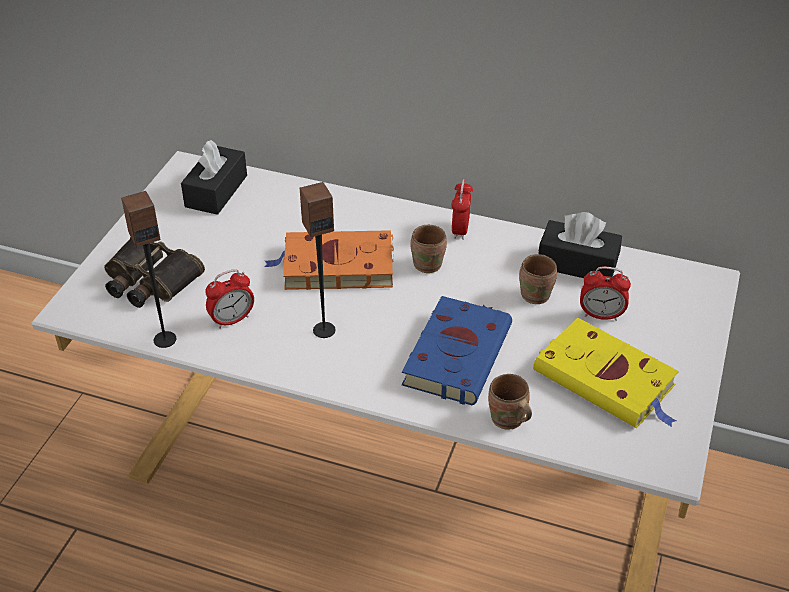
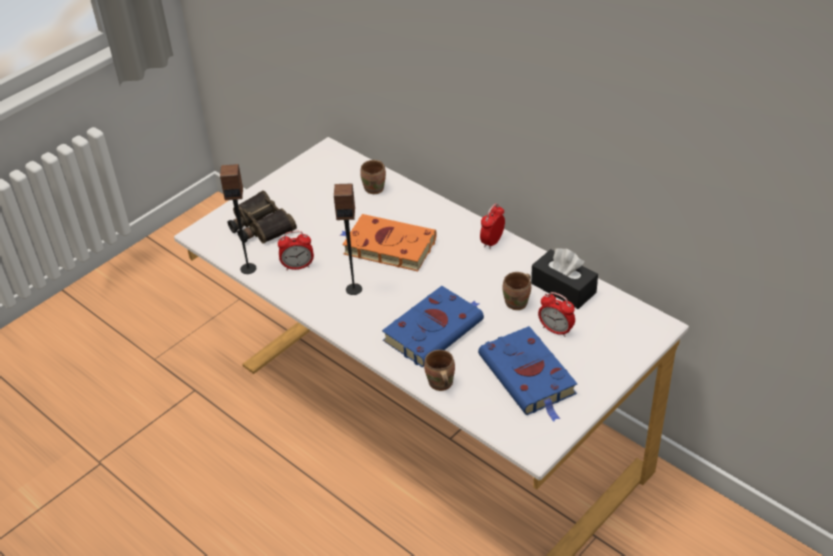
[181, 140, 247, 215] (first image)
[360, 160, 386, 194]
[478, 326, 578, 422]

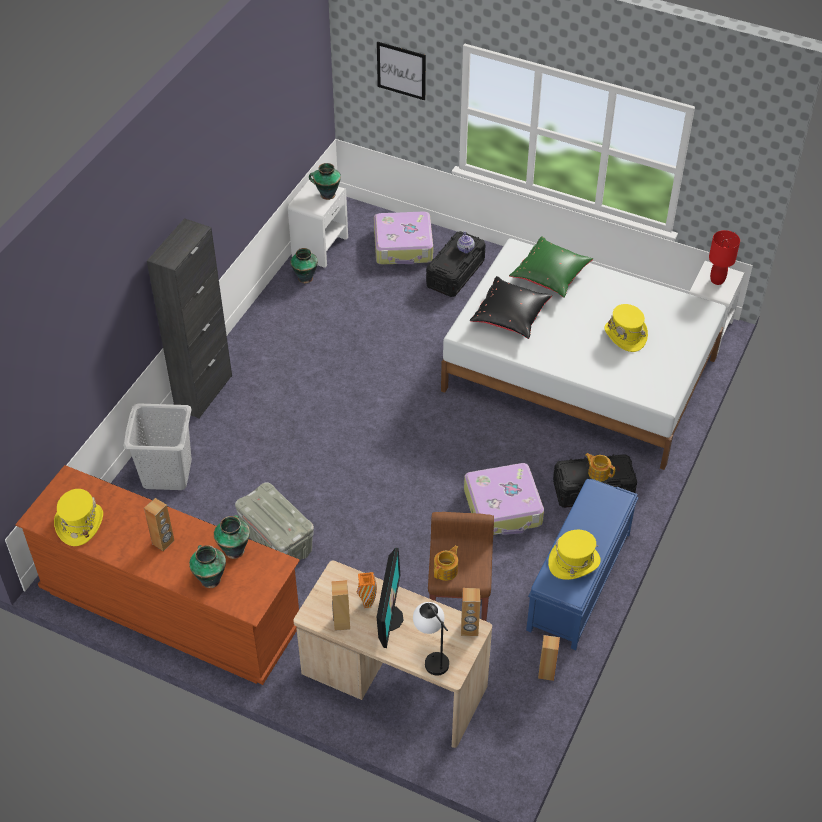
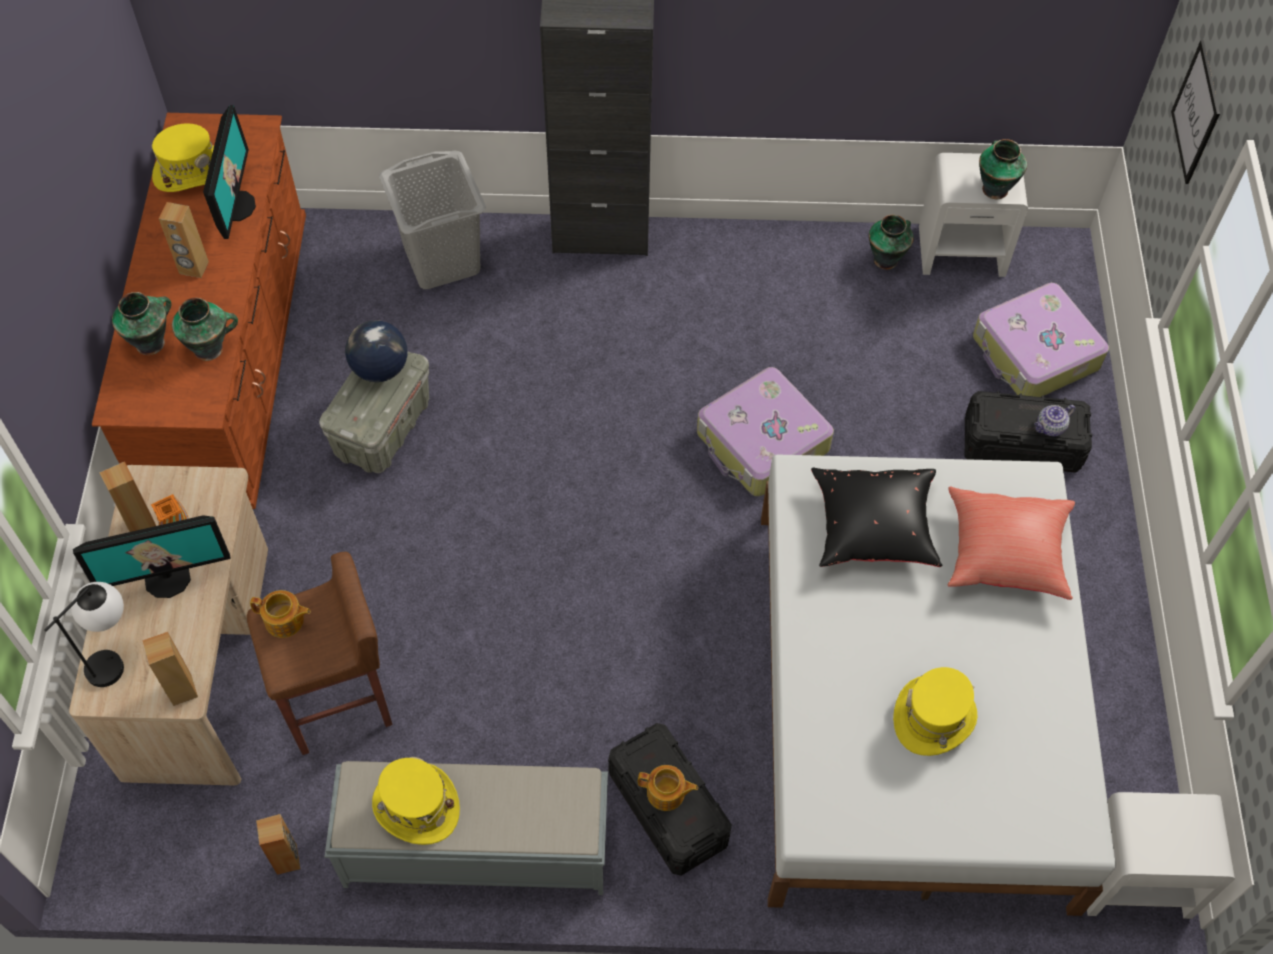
[709, 230, 740, 285] (first image)
[203, 105, 256, 239]
[345, 320, 407, 382]
[697, 367, 834, 497]
[948, 487, 1075, 600]
[324, 761, 608, 895]
[638, 765, 698, 811]

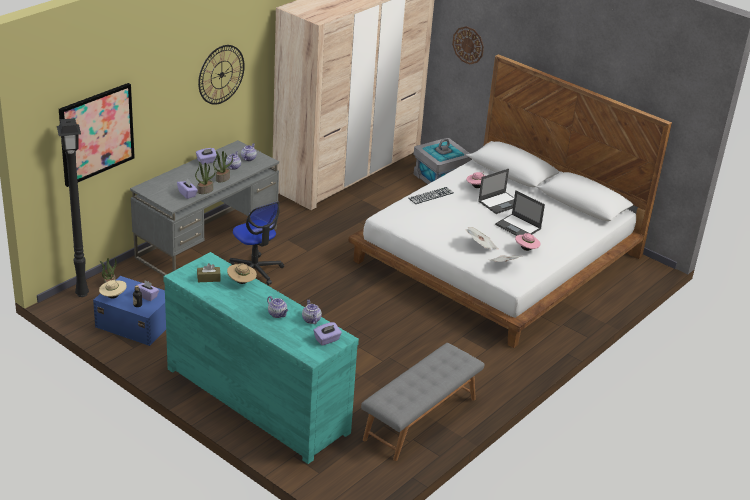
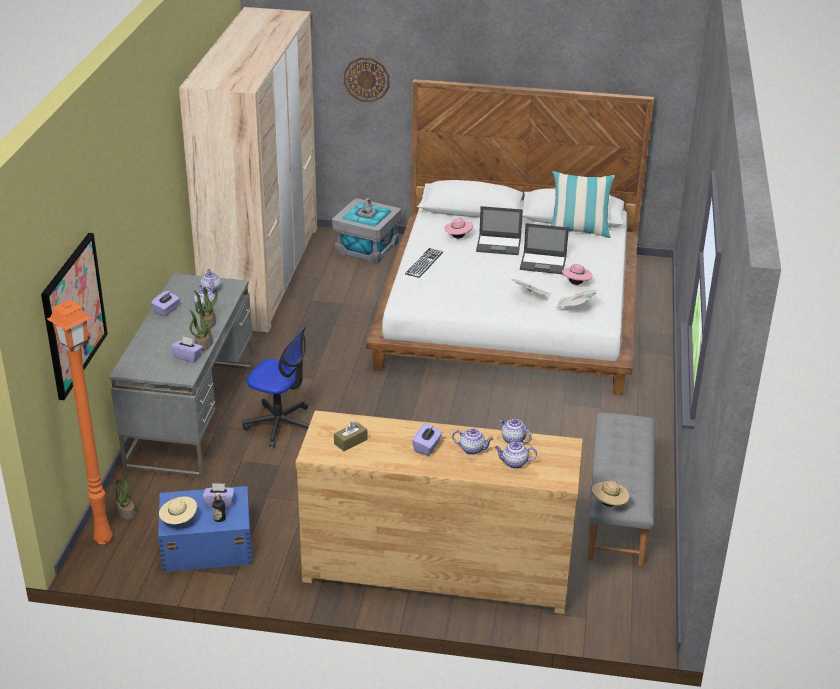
[198, 45, 245, 105] (first image)
[495, 442, 537, 469]
[551, 171, 615, 238]
[592, 481, 630, 507]
[412, 423, 442, 456]
[47, 299, 113, 544]
[295, 410, 583, 614]
[476, 206, 523, 255]

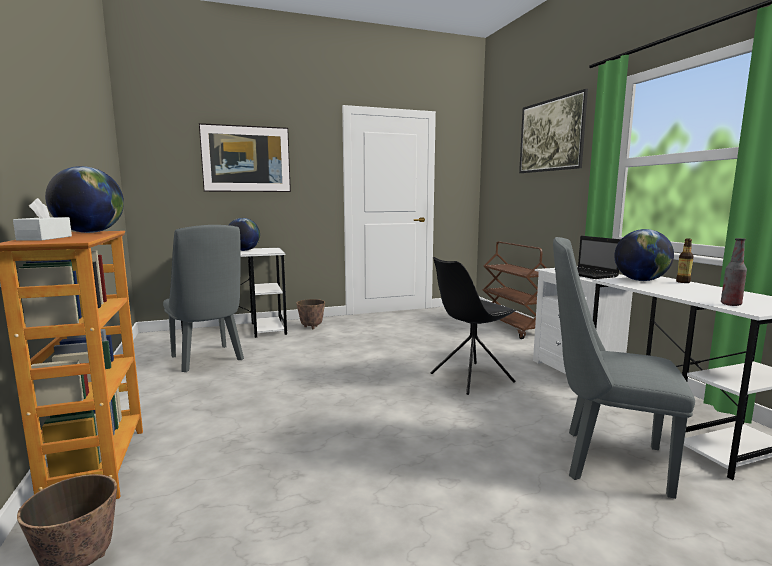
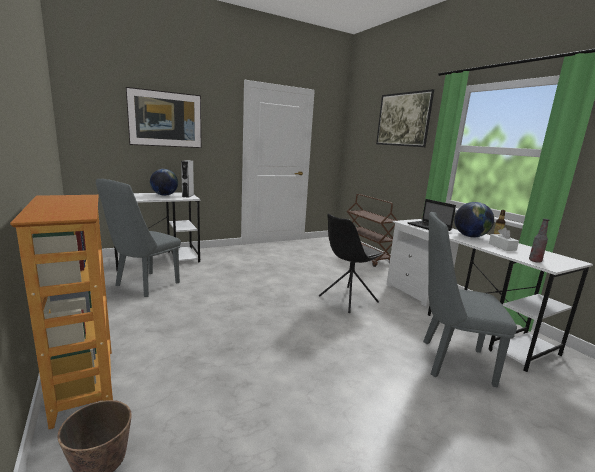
[45, 166, 124, 233] (first image)
[296, 299, 325, 329] (first image)
[181, 160, 194, 198]
[489, 228, 519, 251]
[96, 179, 181, 297]

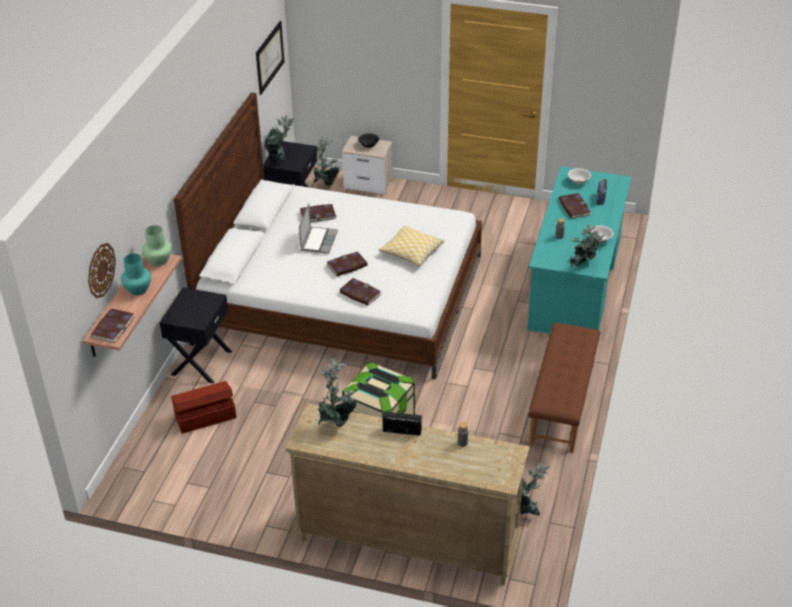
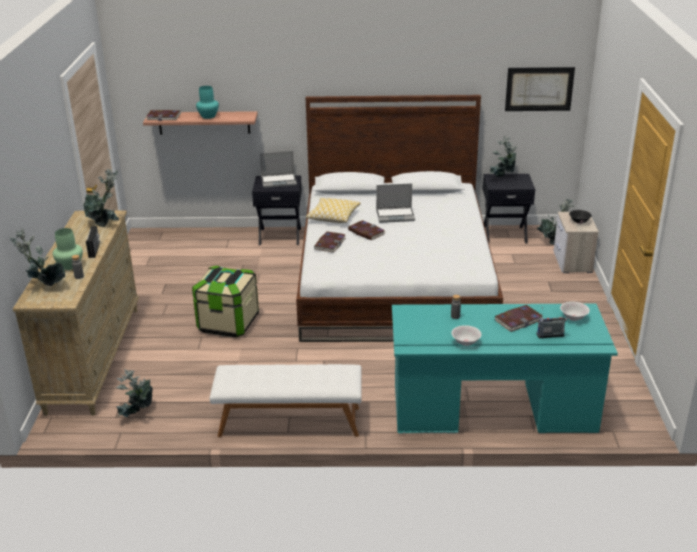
[88, 243, 116, 298] (first image)
[171, 381, 236, 434] (first image)
[300, 204, 337, 222] (first image)
[260, 151, 297, 188]
[53, 228, 83, 270]
[306, 198, 361, 223]
[10, 228, 65, 286]
[210, 364, 362, 437]

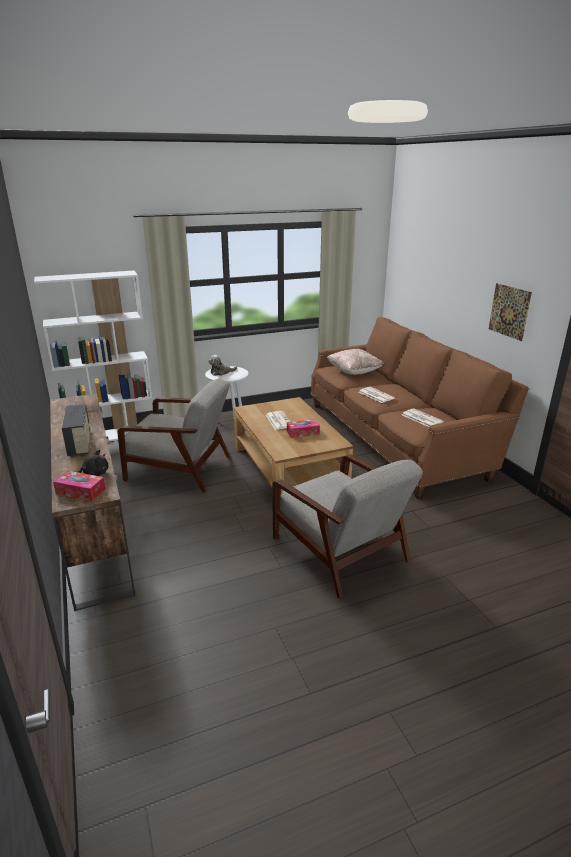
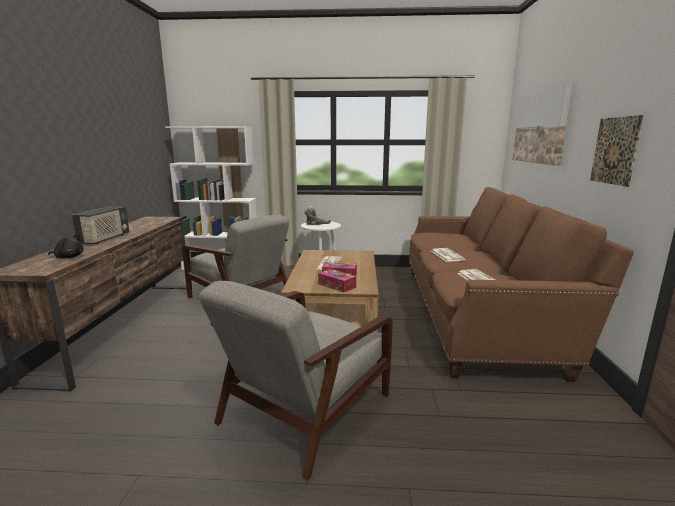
[327, 349, 384, 375] (first image)
[512, 84, 572, 166]
[318, 269, 356, 293]
[199, 281, 393, 481]

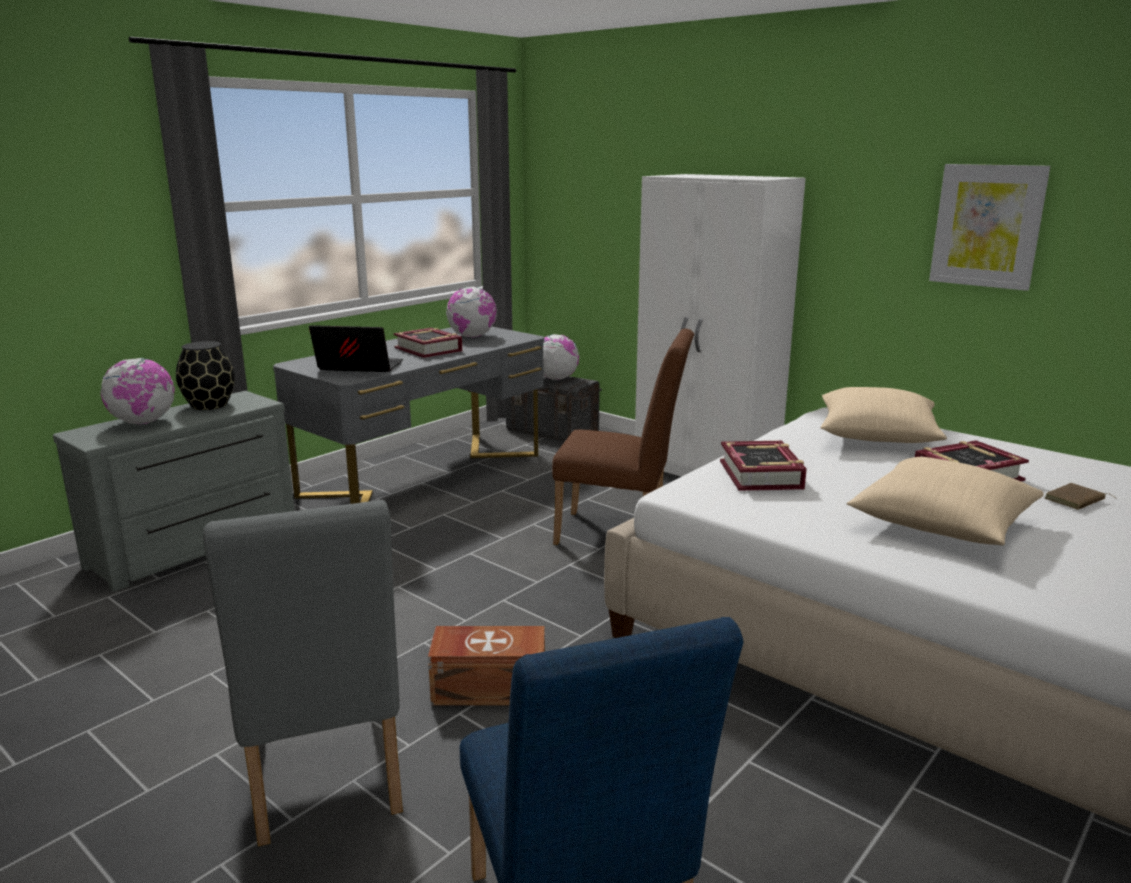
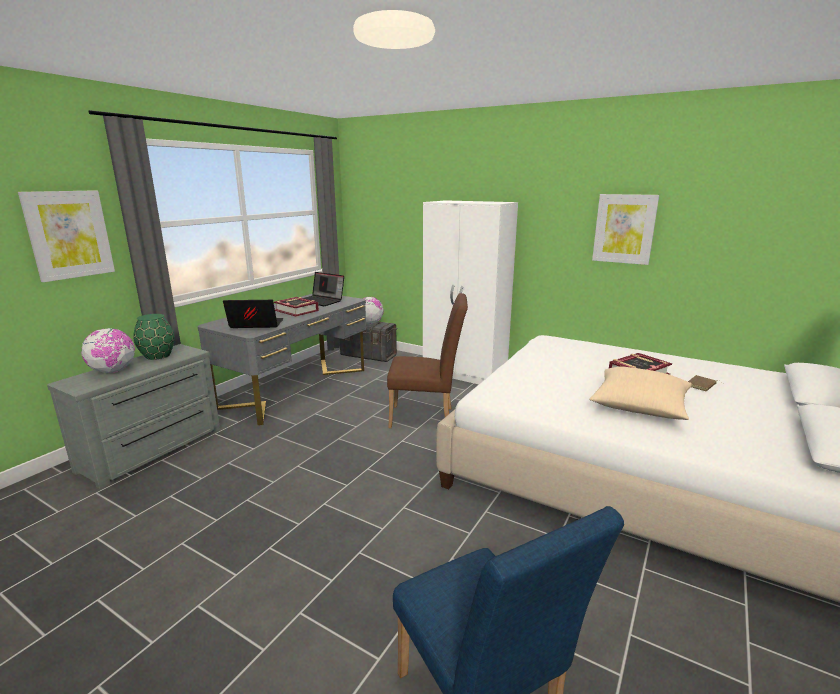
[203, 500, 403, 846] (first image)
[428, 626, 545, 705] (first image)
[720, 441, 807, 491] (first image)
[821, 387, 947, 443] (first image)
[18, 190, 115, 282]
[304, 272, 344, 306]
[133, 314, 175, 360]

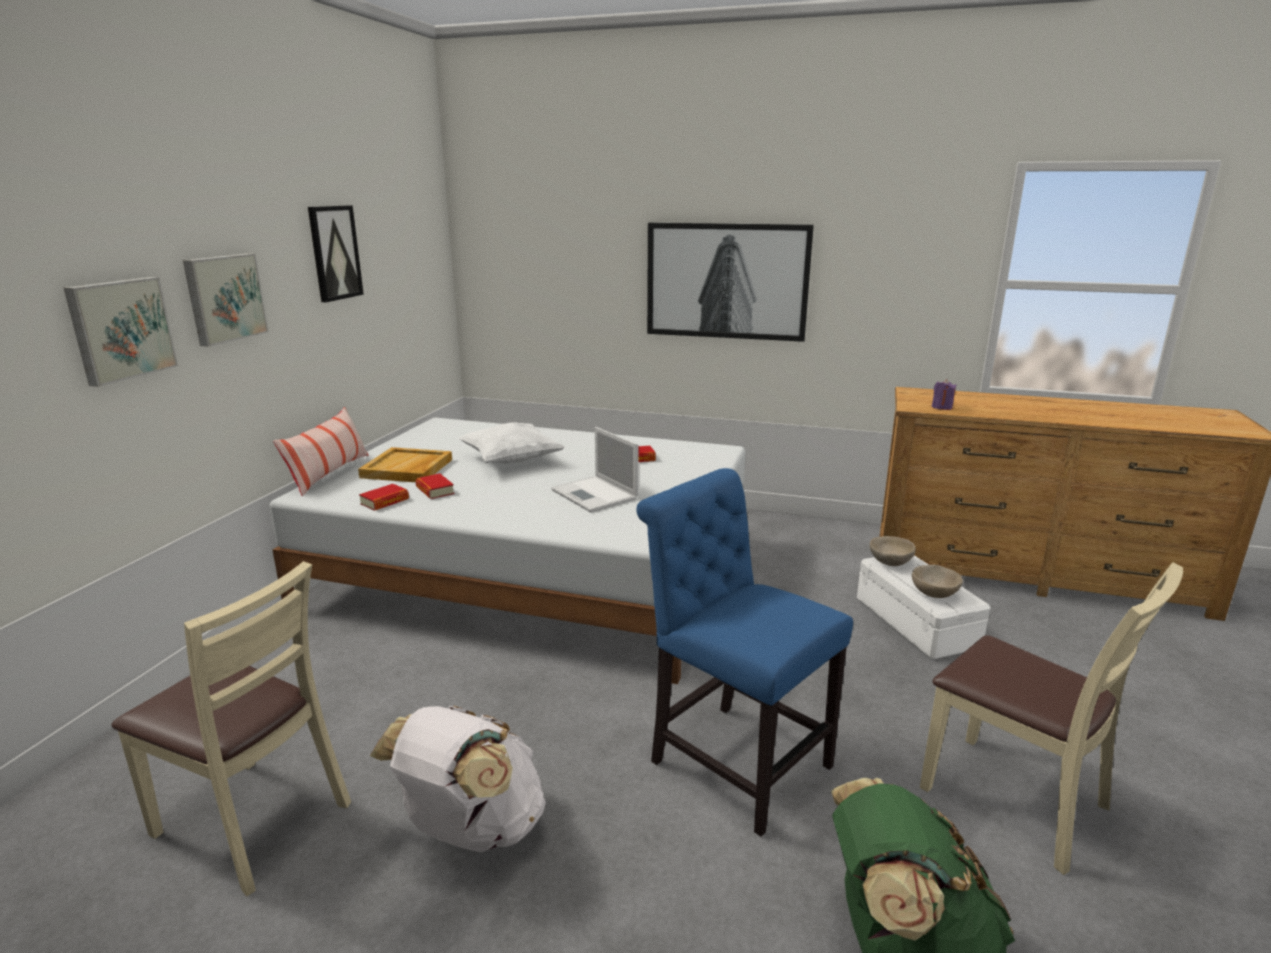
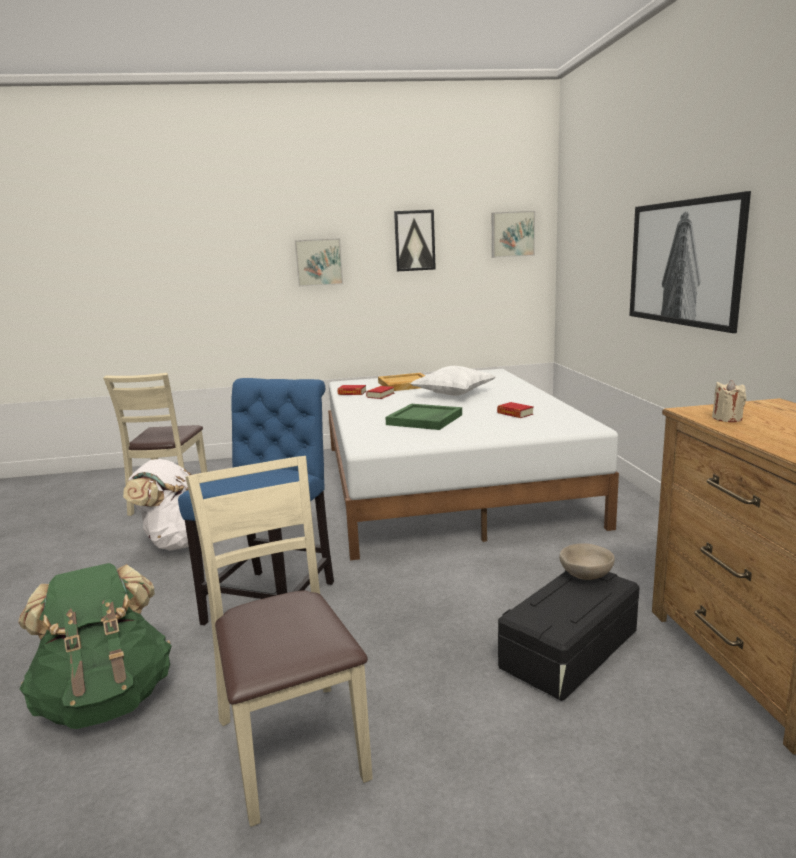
[273, 407, 368, 496] (first image)
[912, 565, 963, 598] (first image)
[492, 211, 535, 258]
[385, 404, 462, 430]
[498, 570, 640, 701]
[712, 380, 746, 422]
[185, 456, 373, 827]

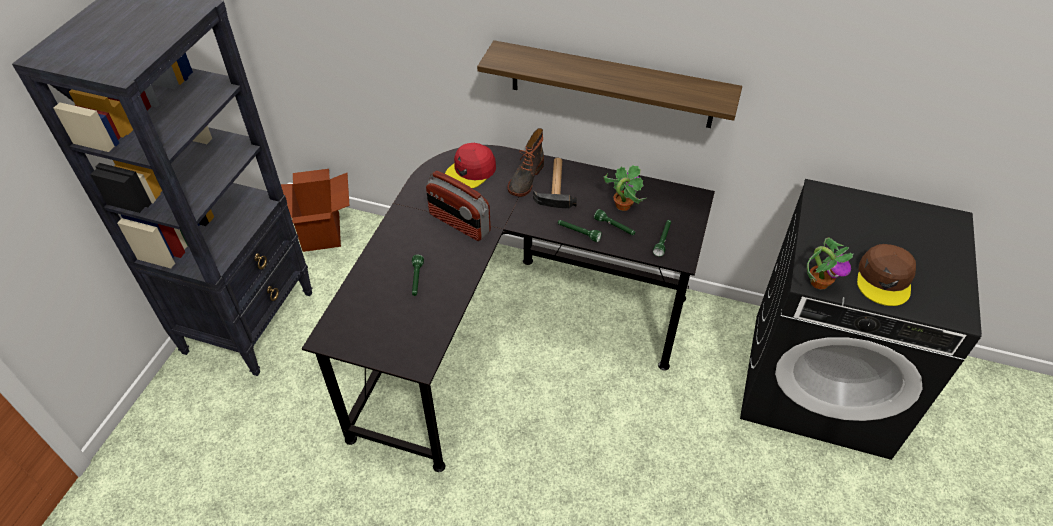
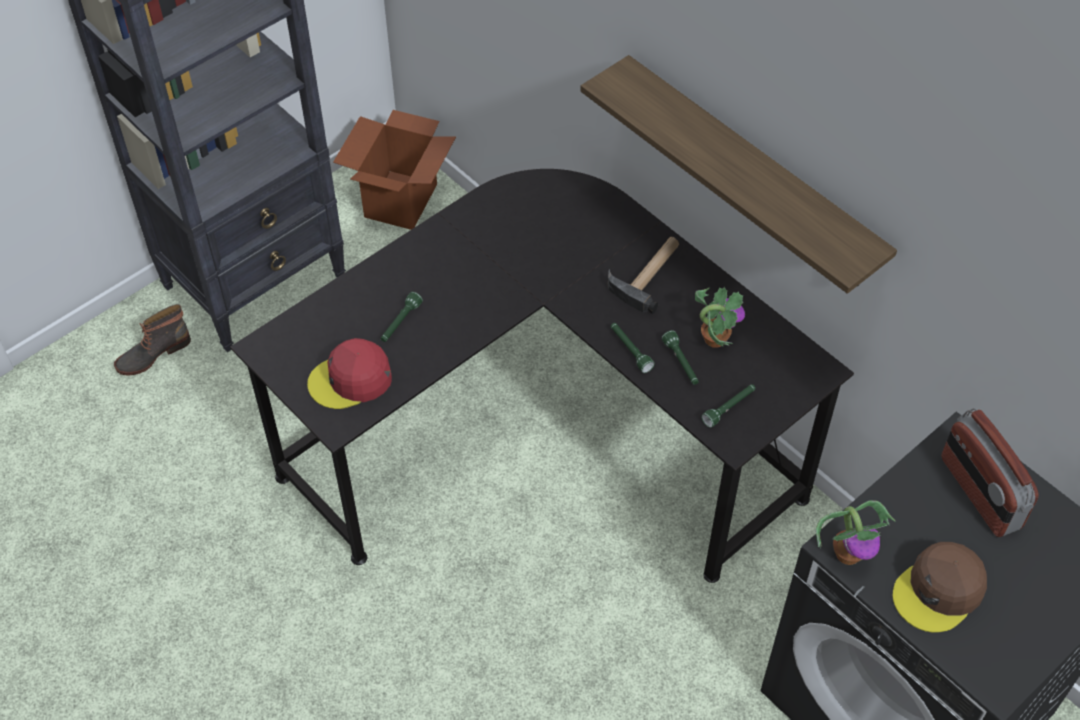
[941, 409, 1039, 537]
[307, 338, 392, 409]
[114, 304, 191, 375]

